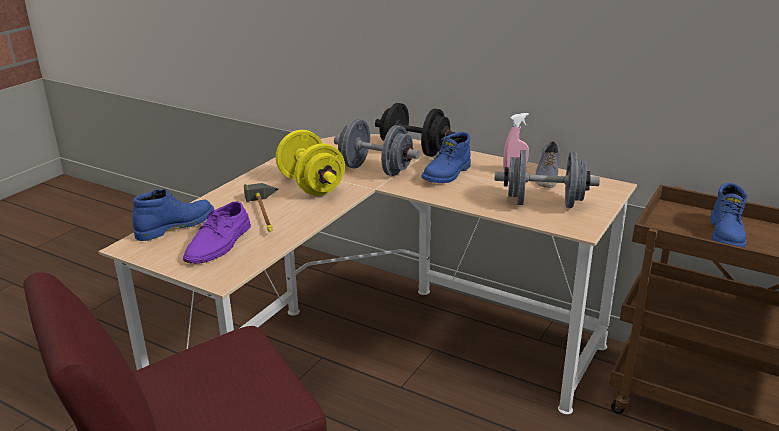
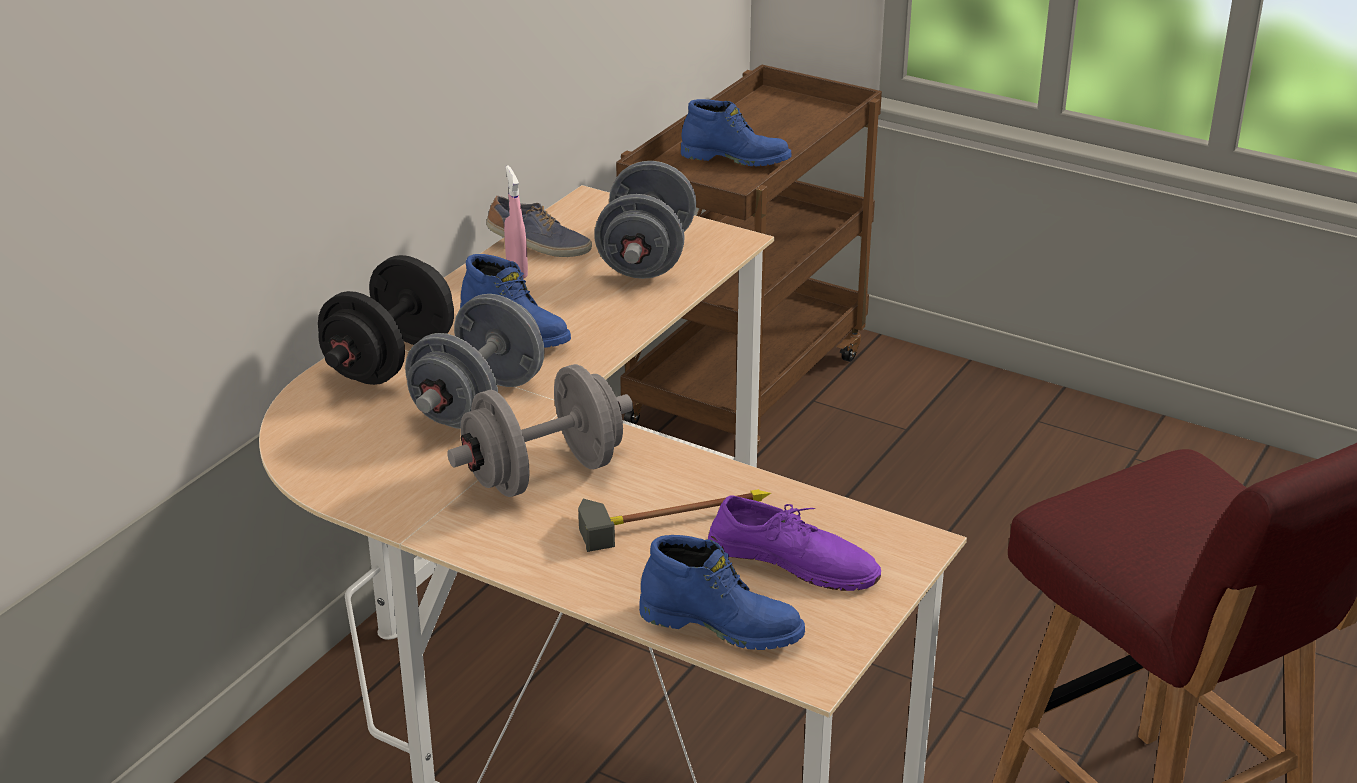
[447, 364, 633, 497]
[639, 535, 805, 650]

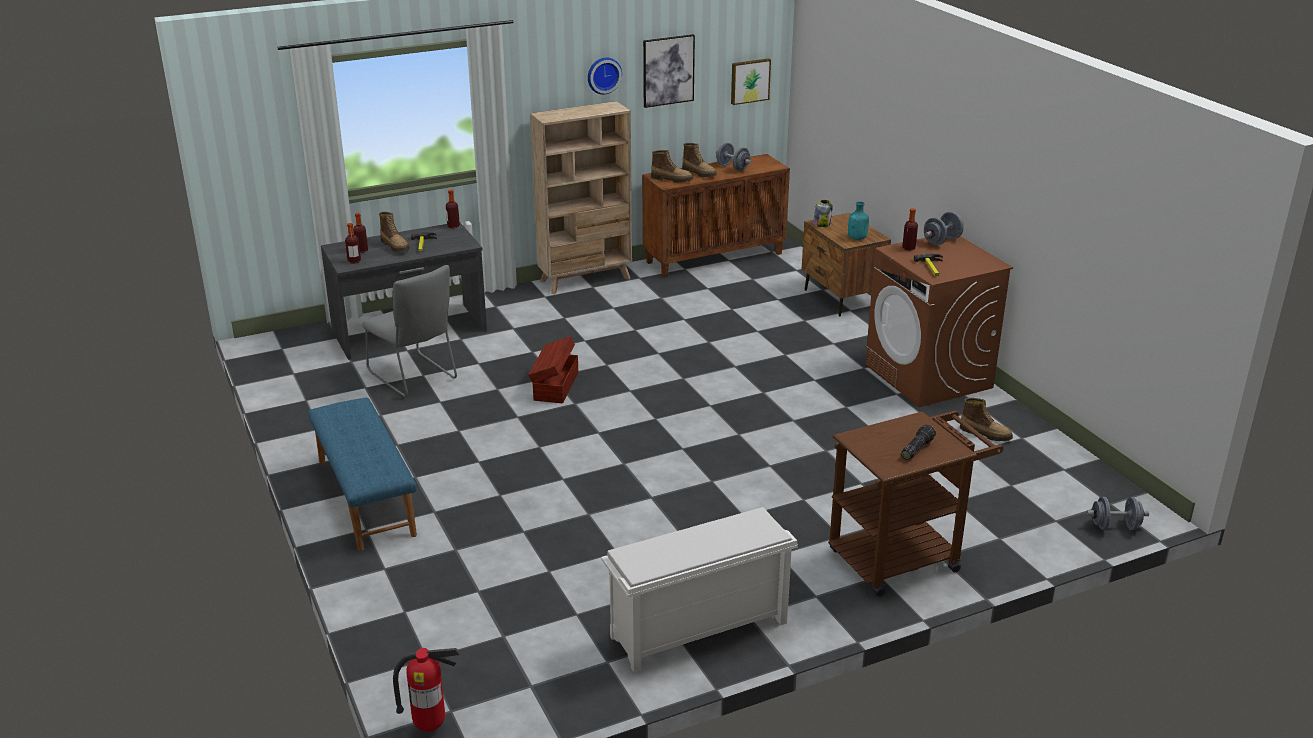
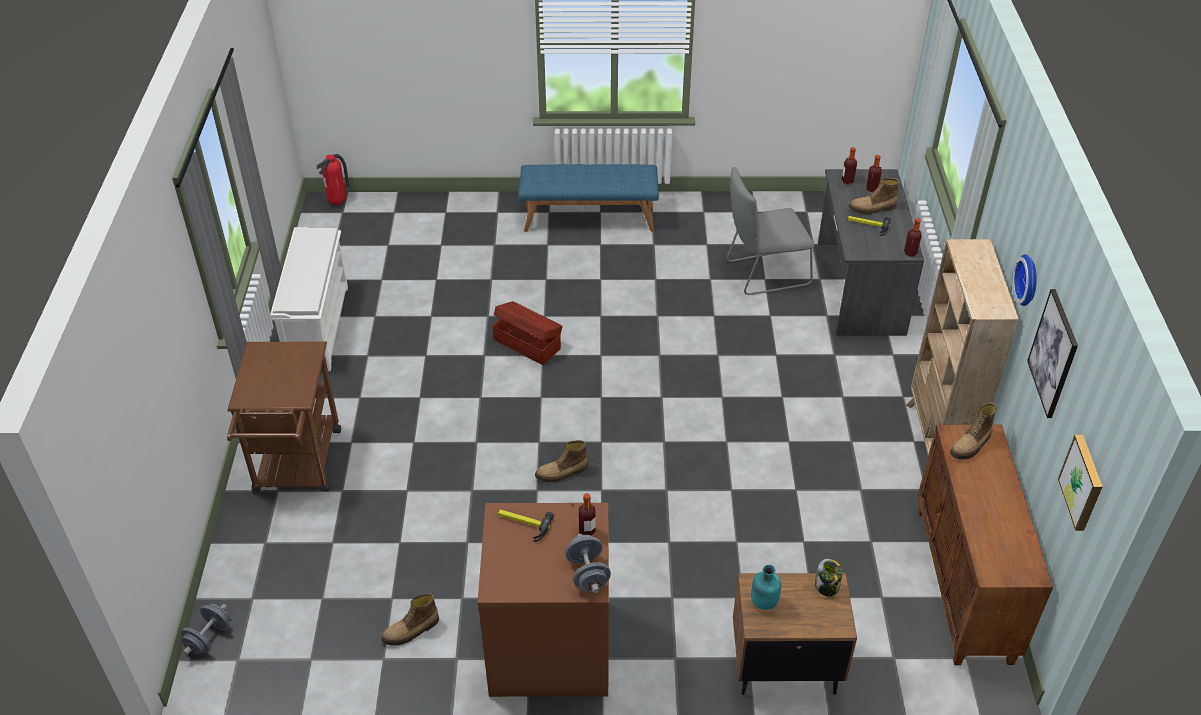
[716, 143, 751, 171] (first image)
[901, 425, 936, 460] (first image)
[492, 301, 562, 365]
[535, 440, 588, 483]

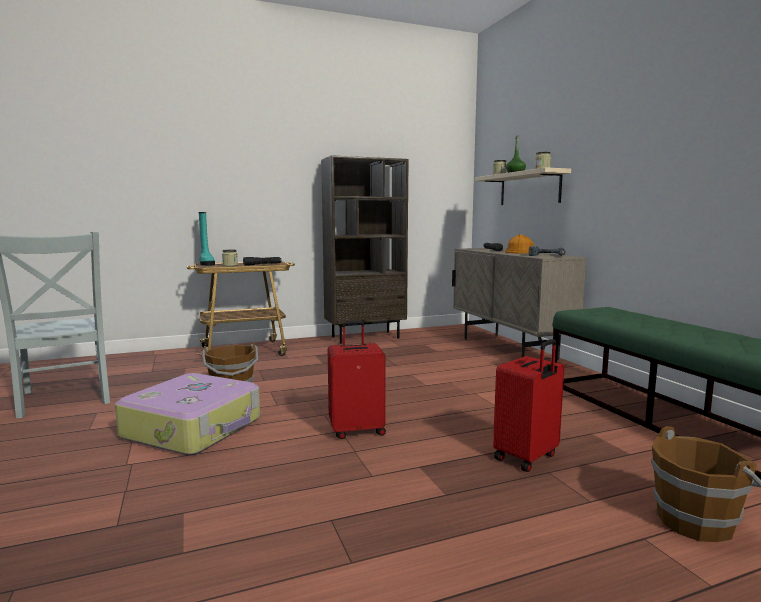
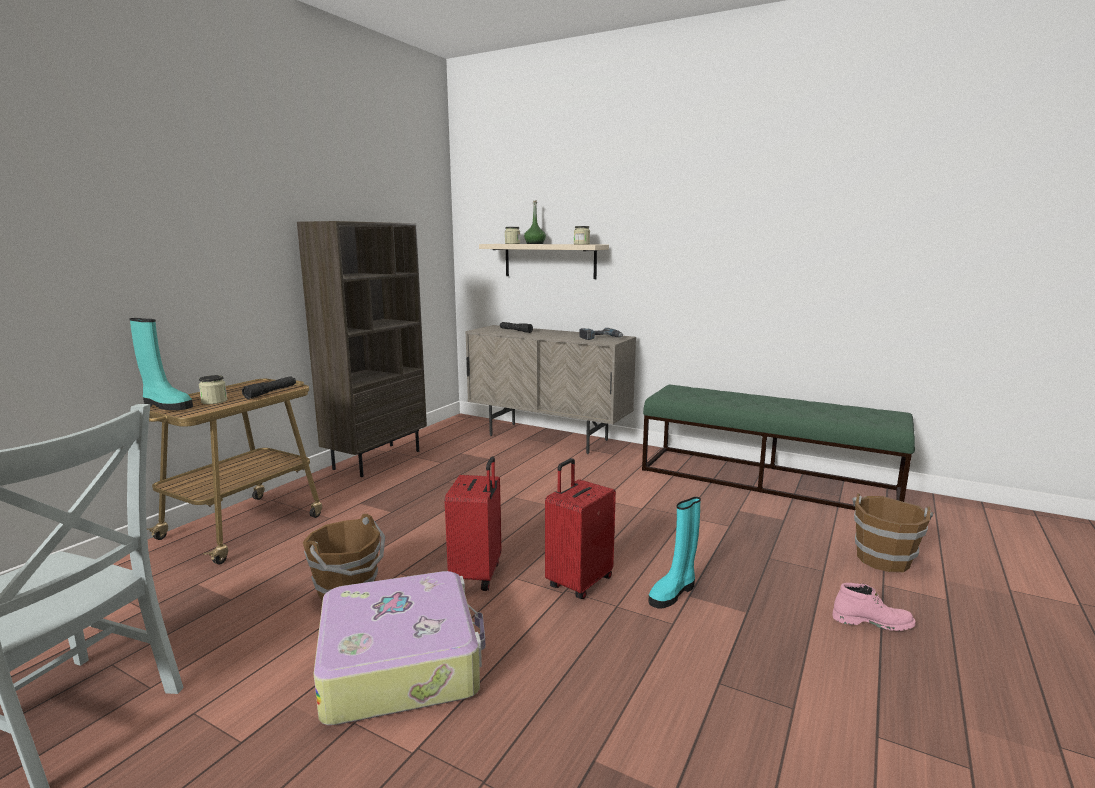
[505, 234, 534, 254] (first image)
[648, 497, 701, 609]
[832, 583, 916, 631]
[445, 457, 501, 591]

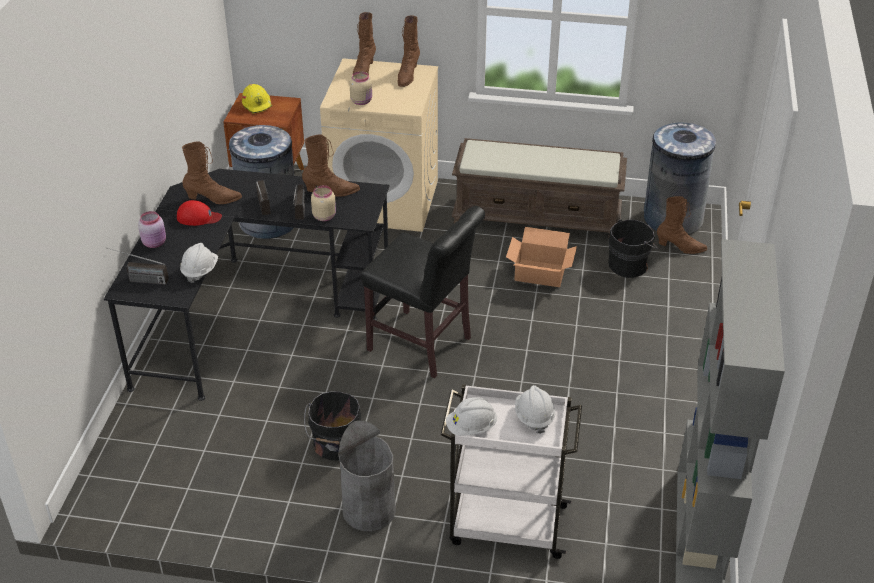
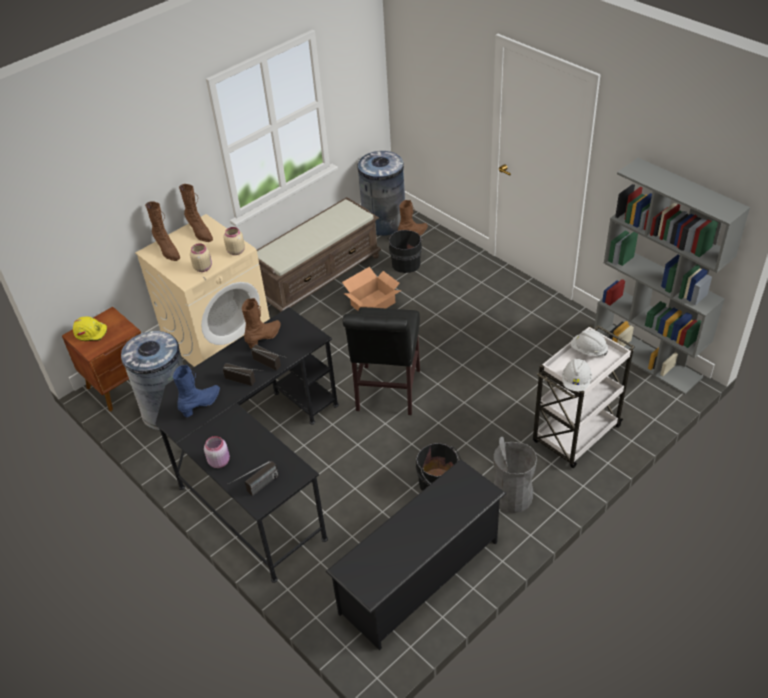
[177, 200, 222, 226] (first image)
[180, 243, 218, 283] (first image)
[326, 460, 506, 650]
[224, 227, 245, 255]
[173, 365, 220, 417]
[342, 307, 420, 415]

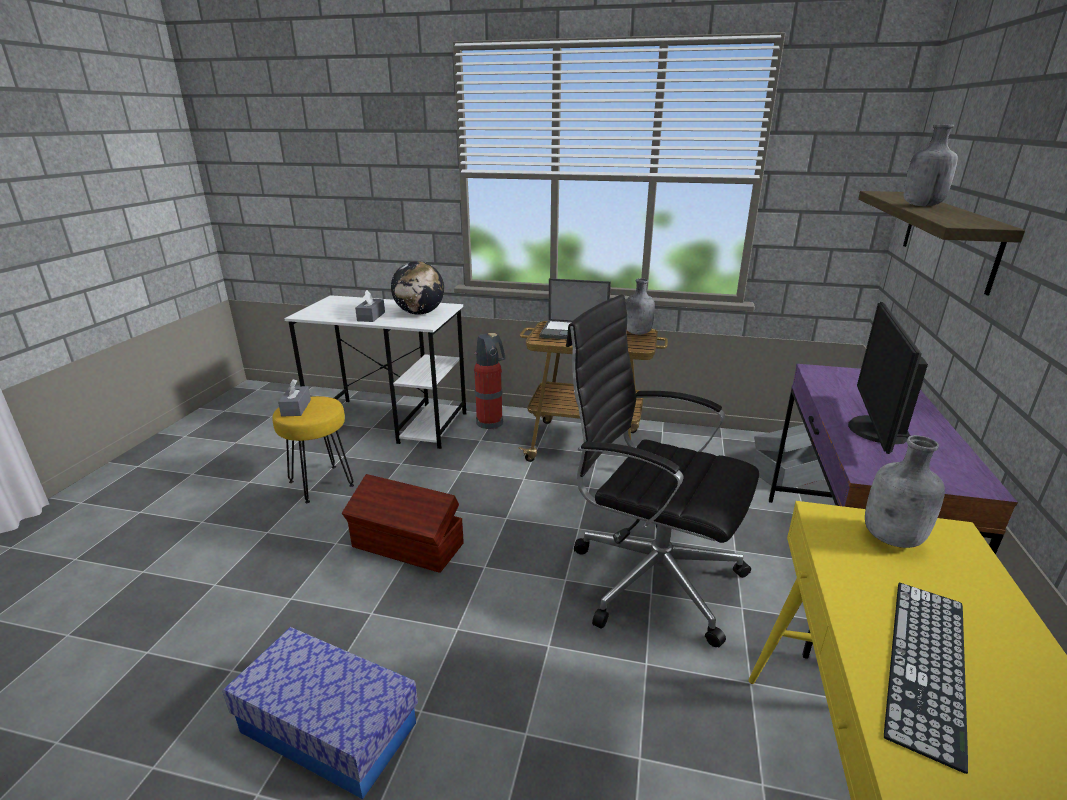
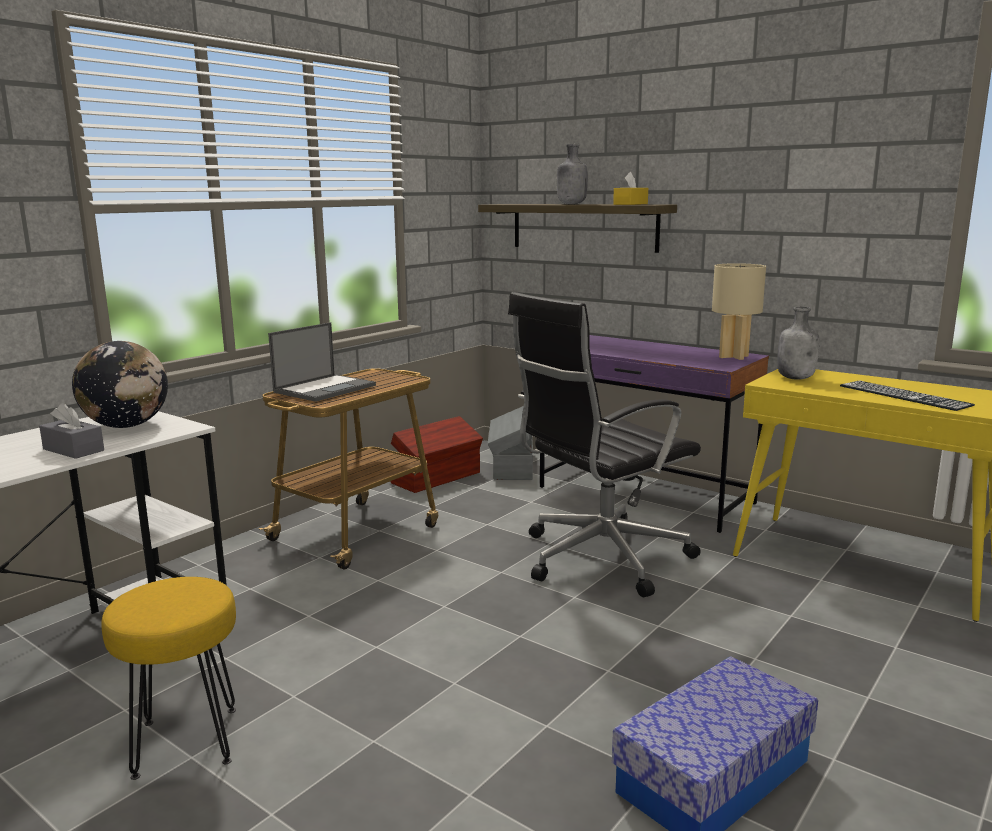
[278, 379, 311, 416] (first image)
[474, 333, 506, 429] (first image)
[626, 278, 655, 335] (first image)
[848, 302, 928, 454] (first image)
[613, 172, 648, 205]
[712, 263, 766, 360]
[391, 416, 483, 493]

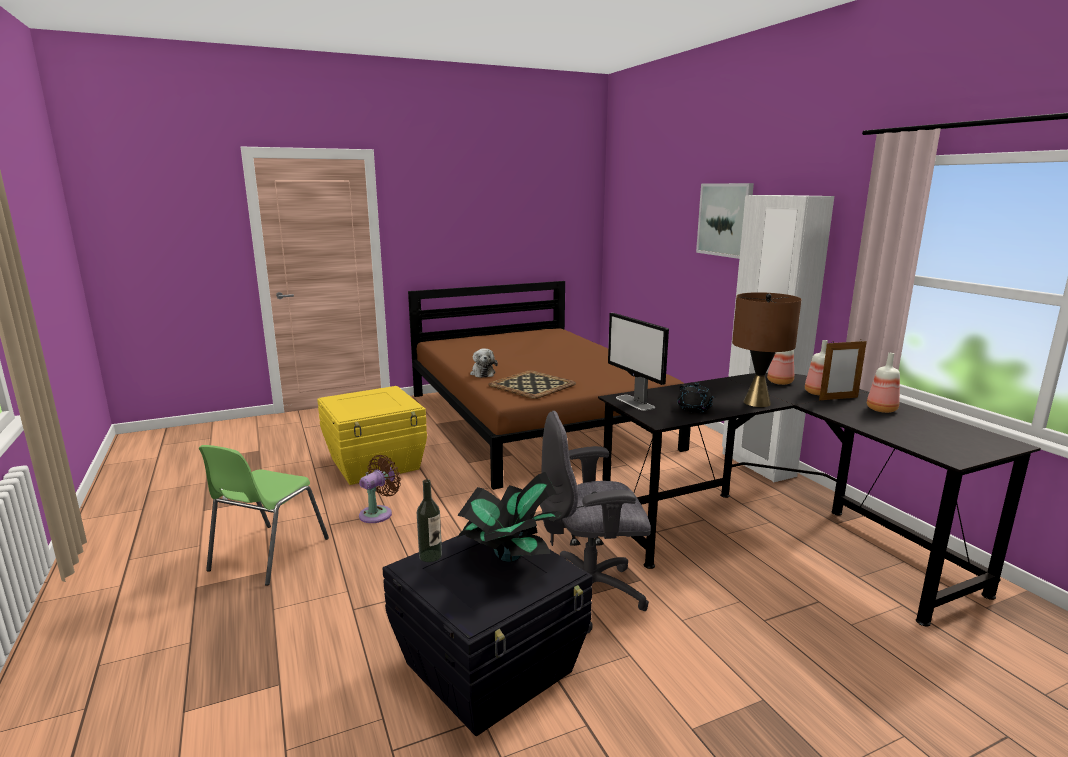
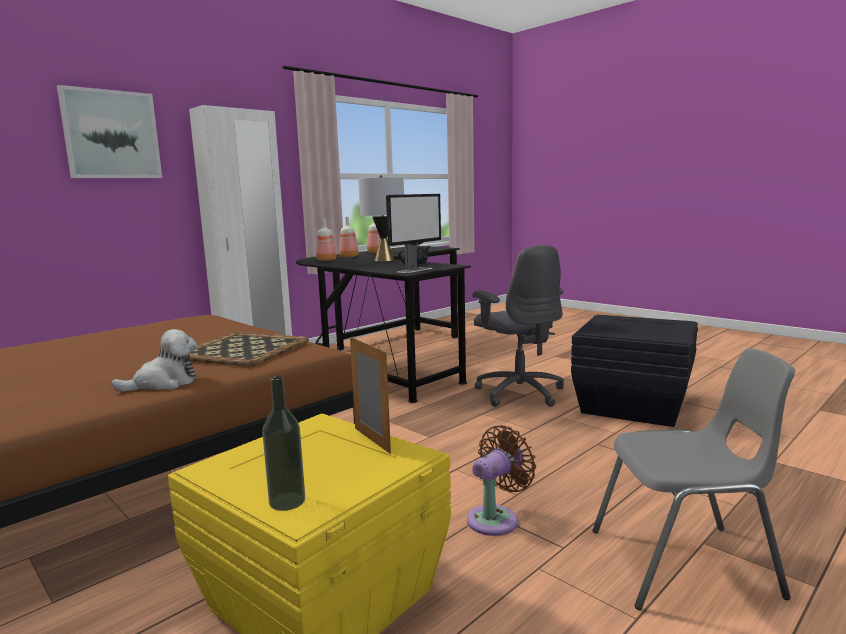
[456, 472, 562, 564] (first image)
[262, 376, 305, 511]
[350, 337, 391, 454]
[592, 348, 795, 610]
[358, 175, 404, 261]
[467, 425, 536, 536]

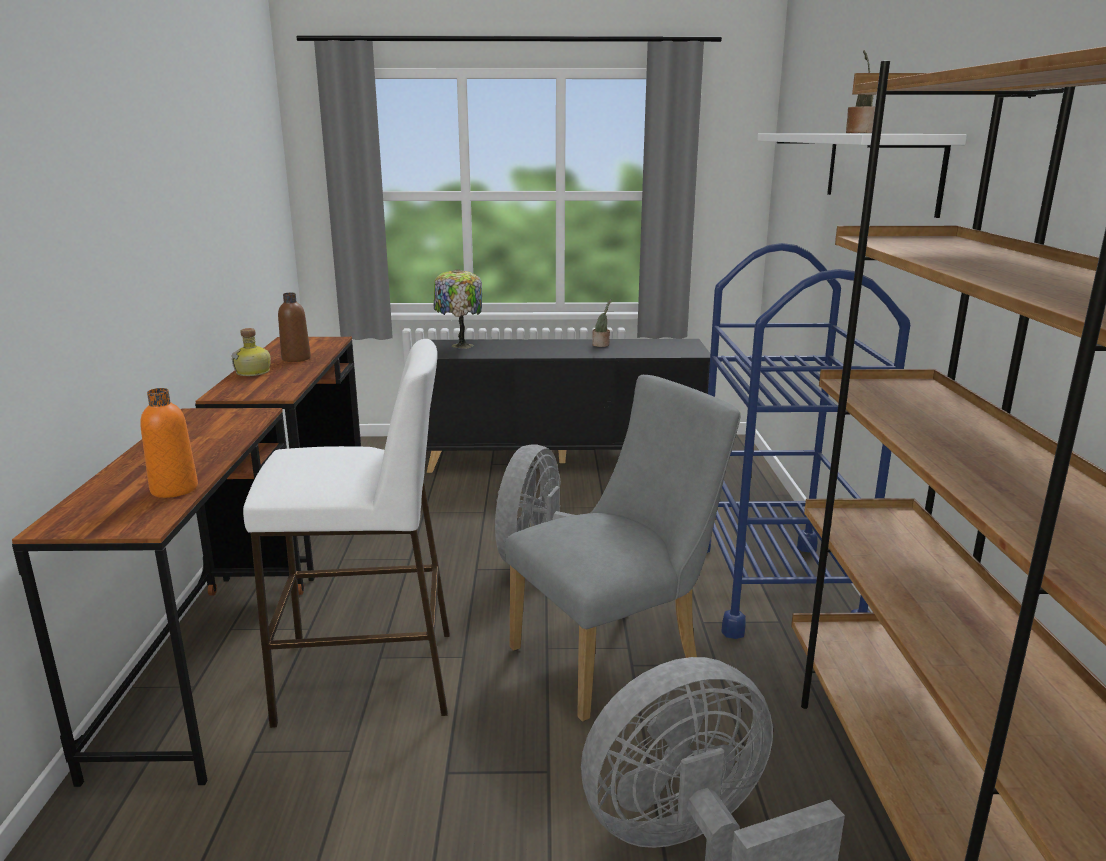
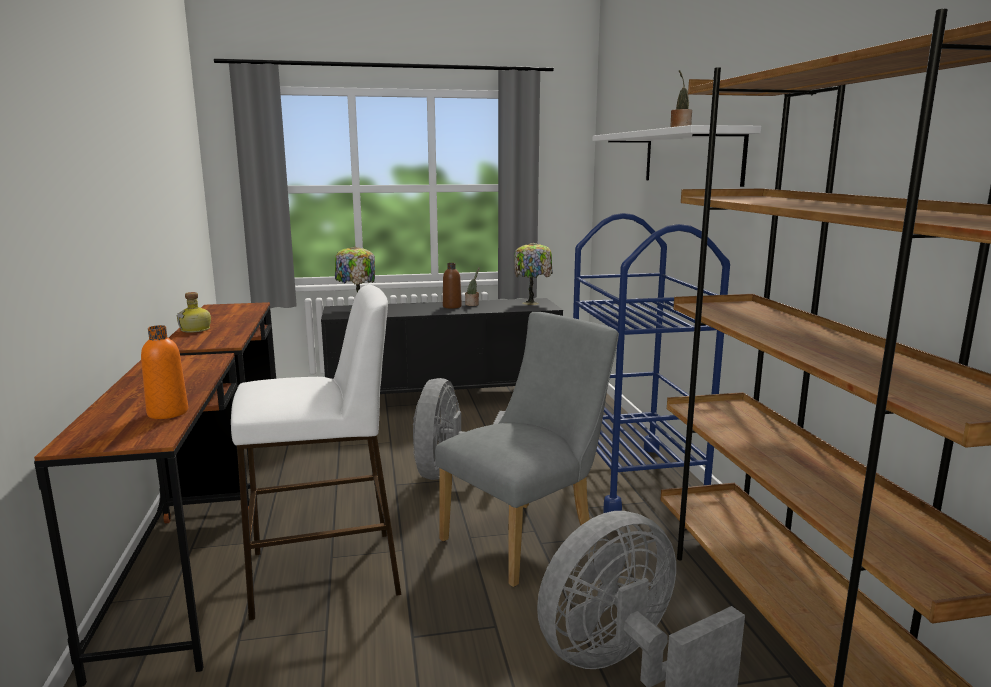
[515, 243, 553, 305]
[443, 263, 462, 309]

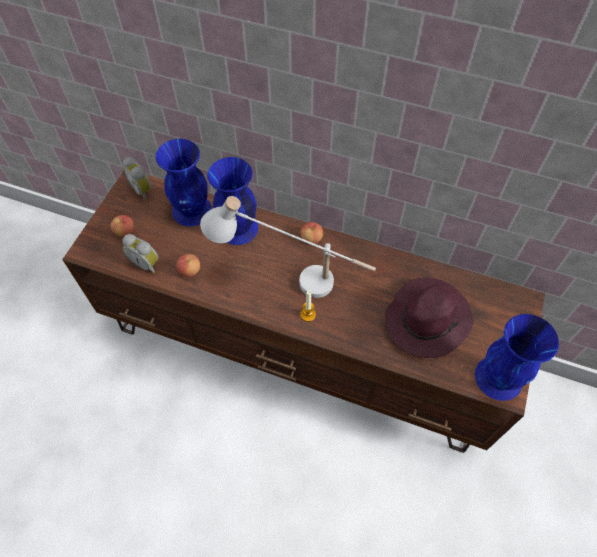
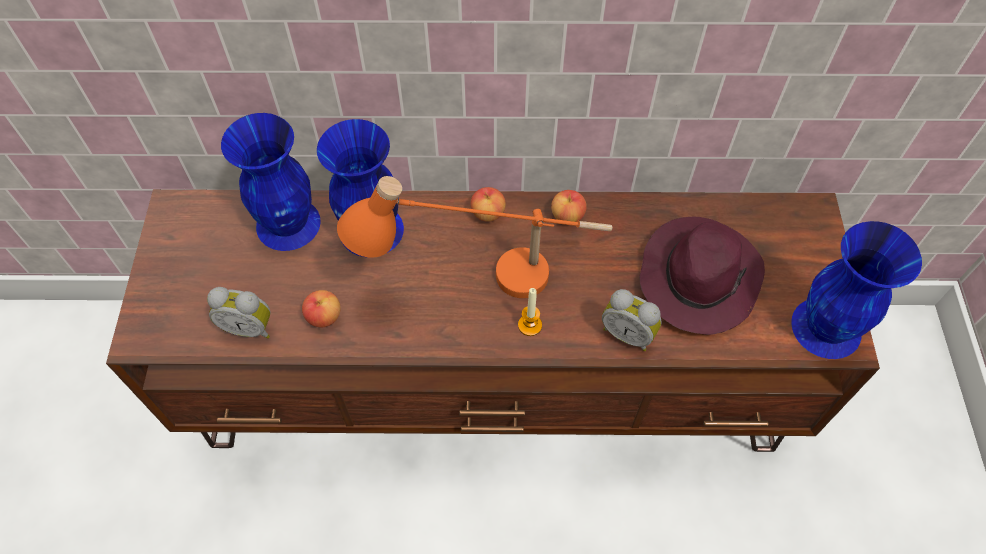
[551, 190, 587, 222]
[602, 289, 662, 351]
[337, 176, 613, 298]

